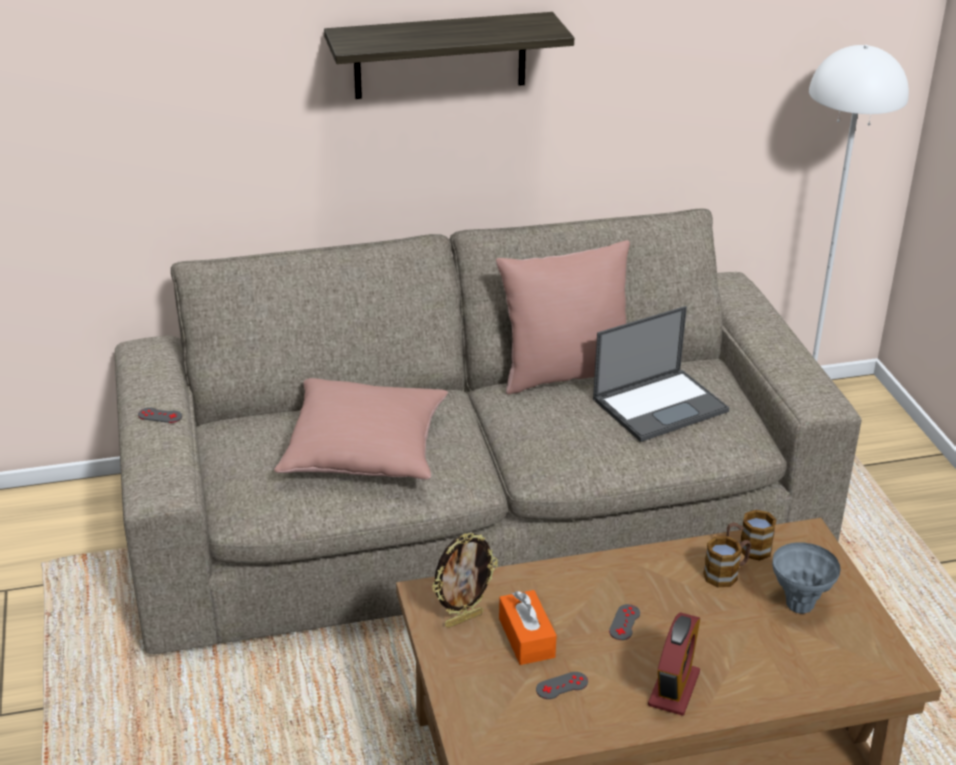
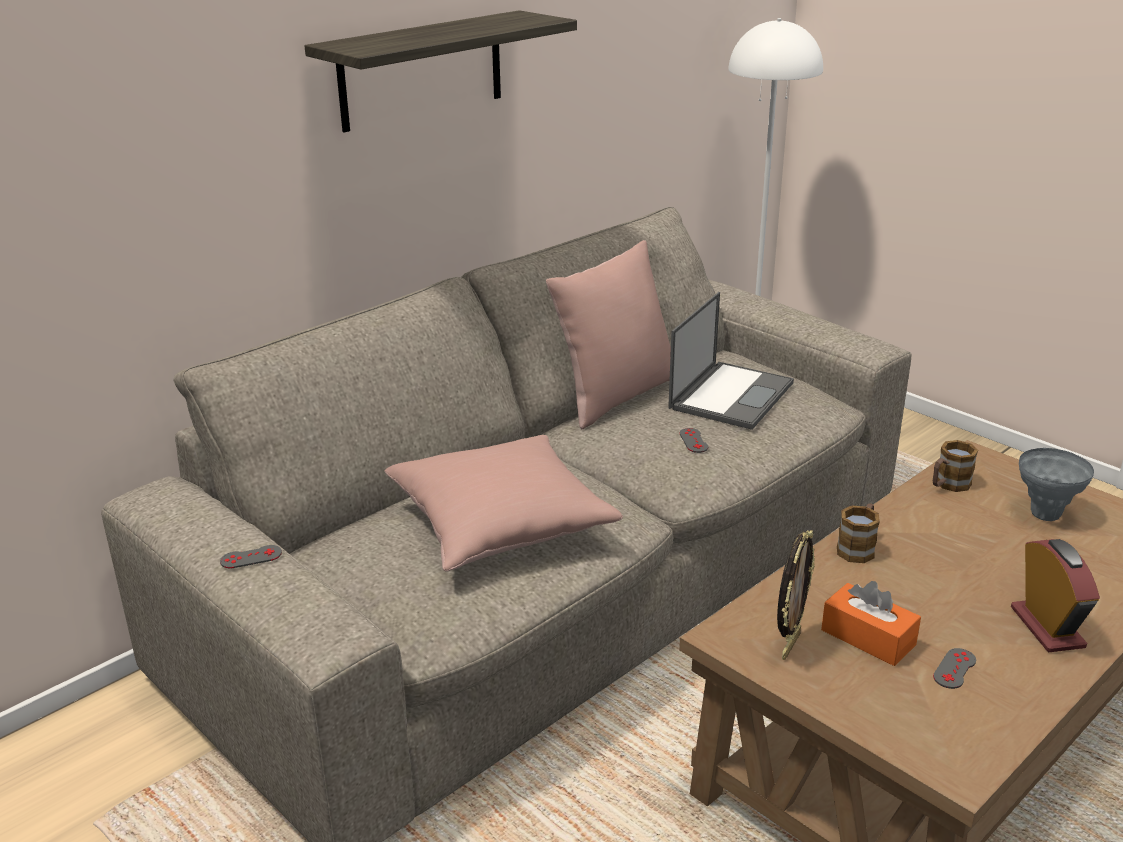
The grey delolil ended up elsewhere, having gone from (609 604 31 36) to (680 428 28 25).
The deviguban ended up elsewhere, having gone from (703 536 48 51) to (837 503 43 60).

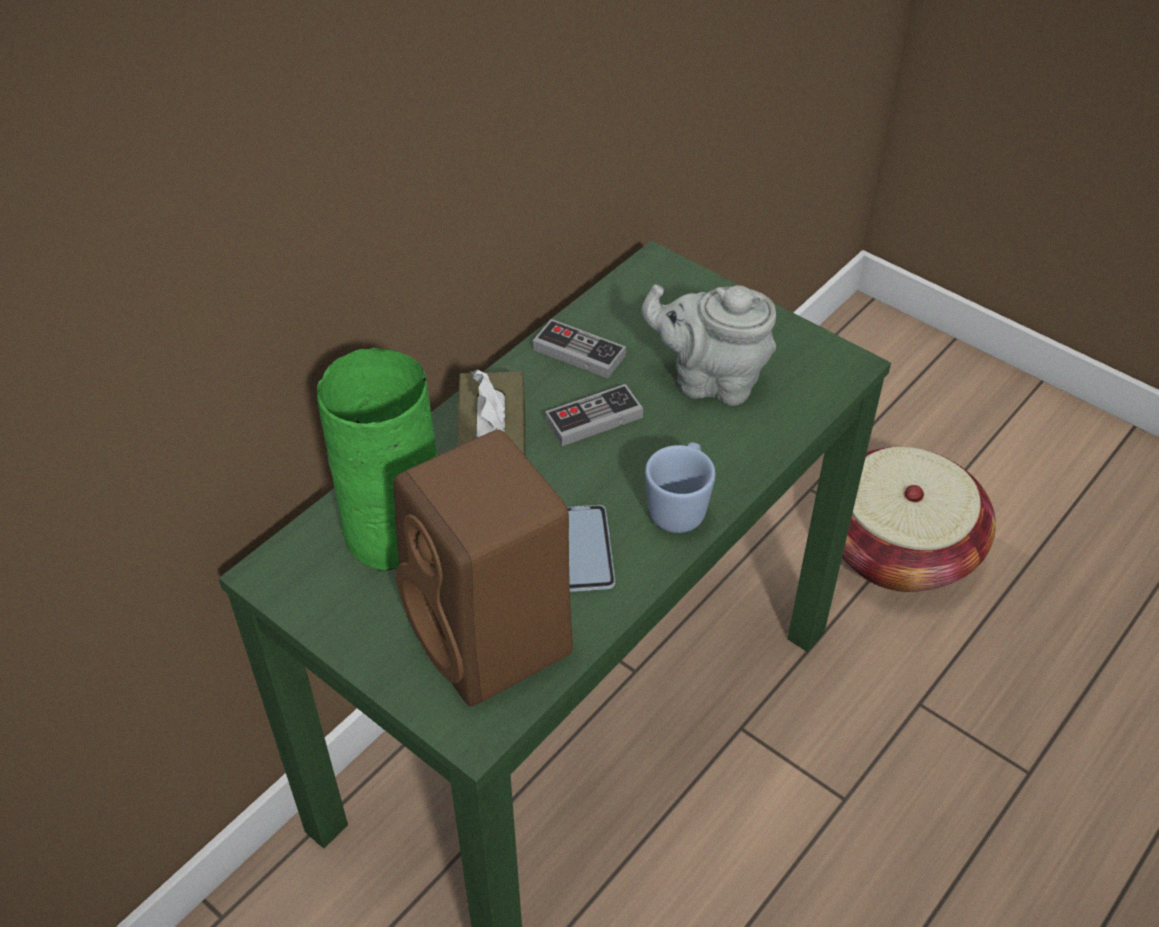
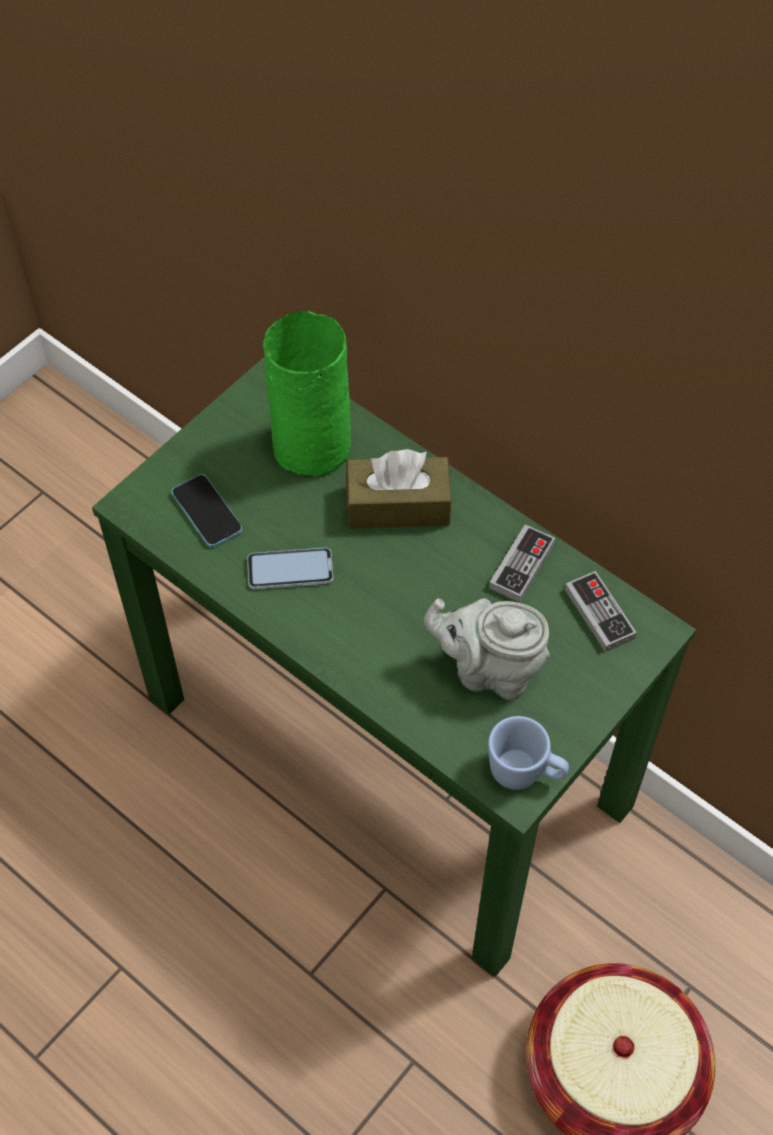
The delolil ended up elsewhere, having gone from (545 384 98 62) to (565 571 72 81).
The blue deviguban ended up elsewhere, having gone from (645 442 71 91) to (488 716 81 74).
Where the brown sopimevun stood at (394 430 179 276), the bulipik came to stand at (172 474 70 74).
The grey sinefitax at (642 285 134 121) ended up facing another way, 90 degrees counterclockwise from before.

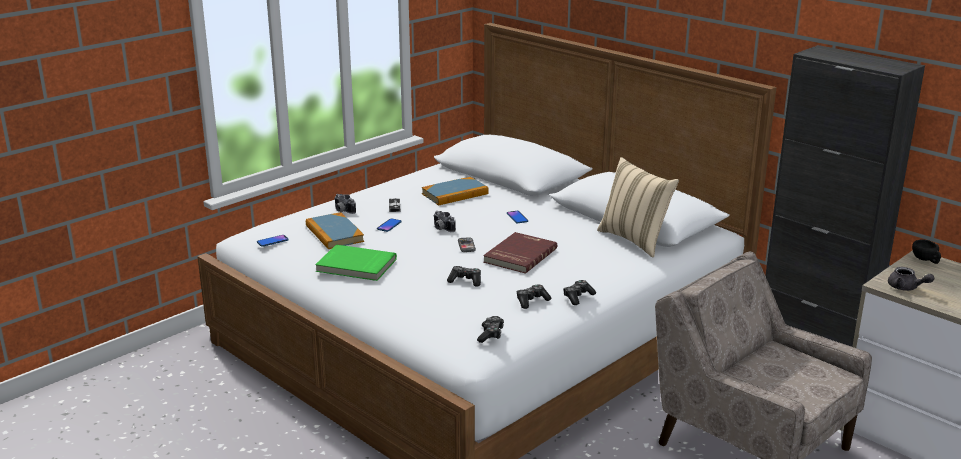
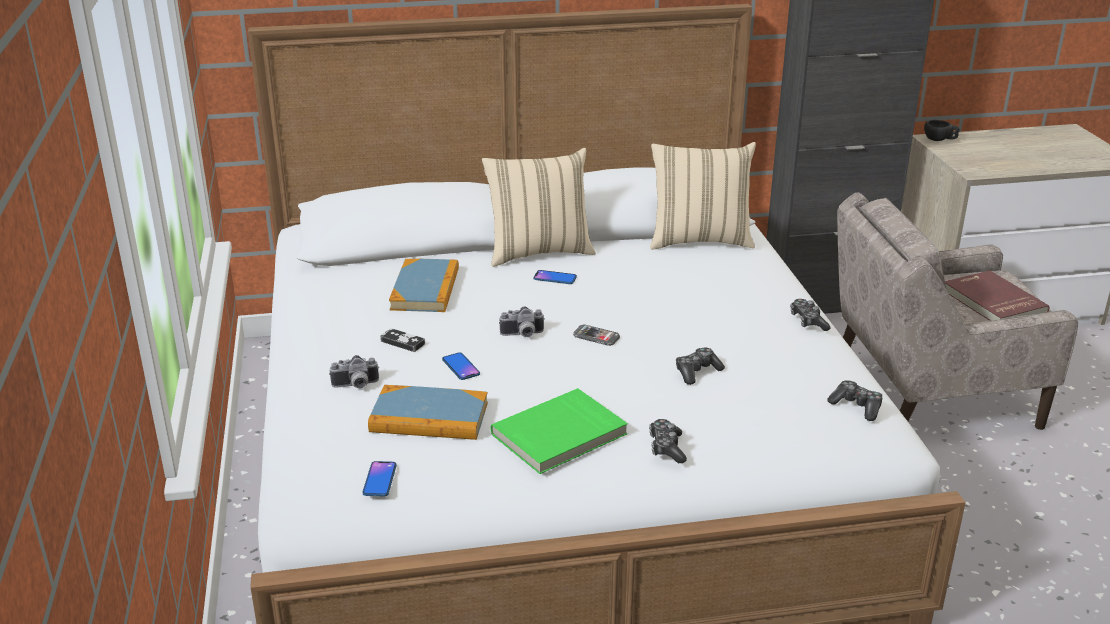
The second view lost the grey sinefitax at (888 267 46 24).
The second view gained the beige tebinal at (482 148 114 119).
The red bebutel ended up elsewhere, having gone from (483 232 74 42) to (945 270 104 51).
The delolil ended up elsewhere, having gone from (517 285 34 24) to (649 419 38 44).

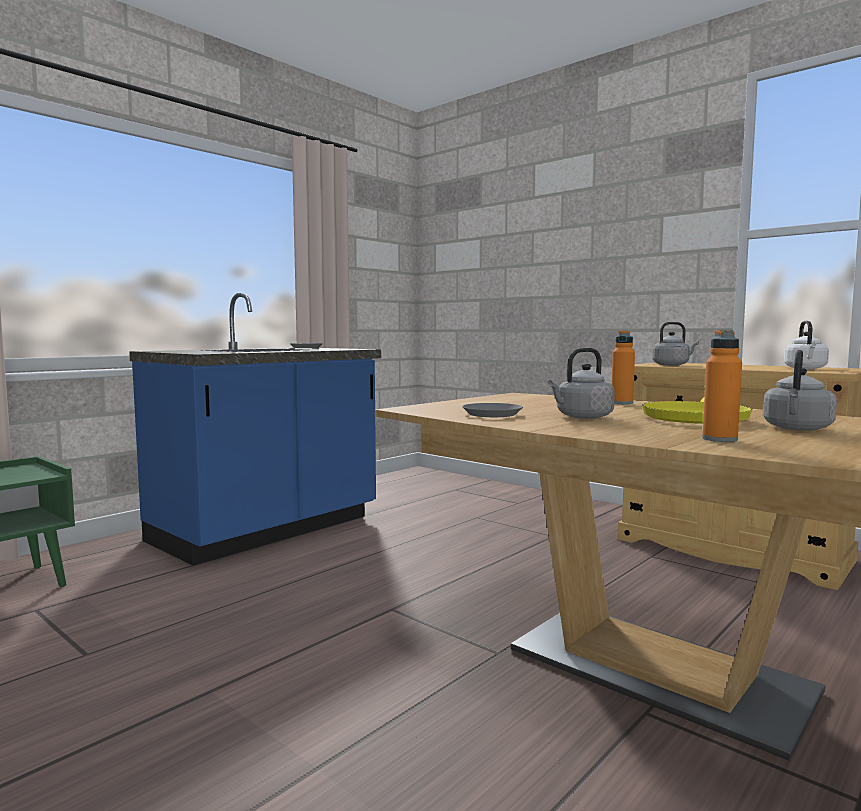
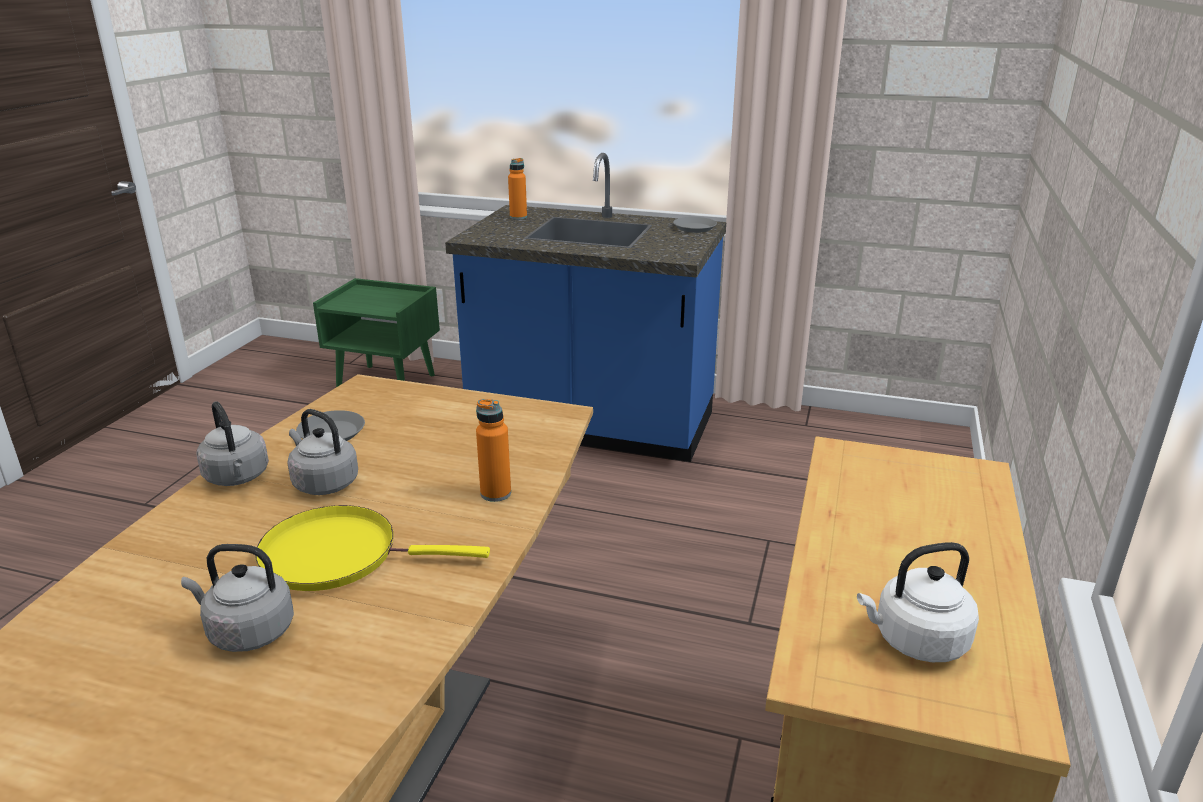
The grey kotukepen ended up elsewhere, having gone from (652 322 47 44) to (196 401 73 85).
The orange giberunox ended up elsewhere, having gone from (702 330 40 112) to (508 158 19 62).

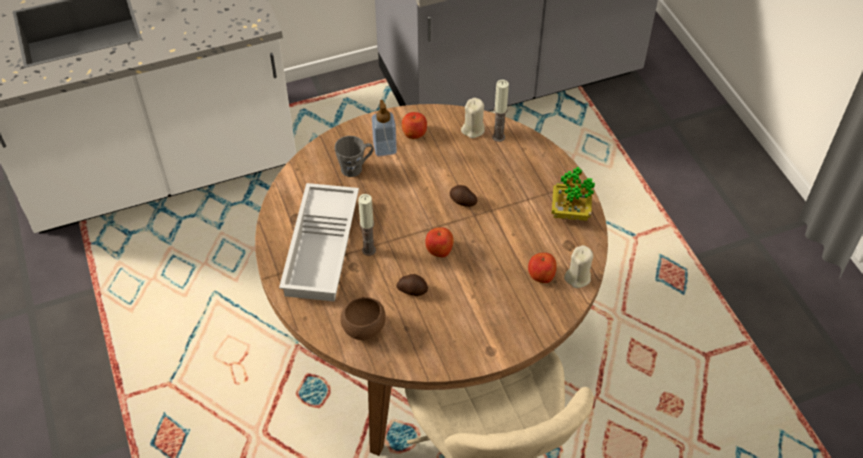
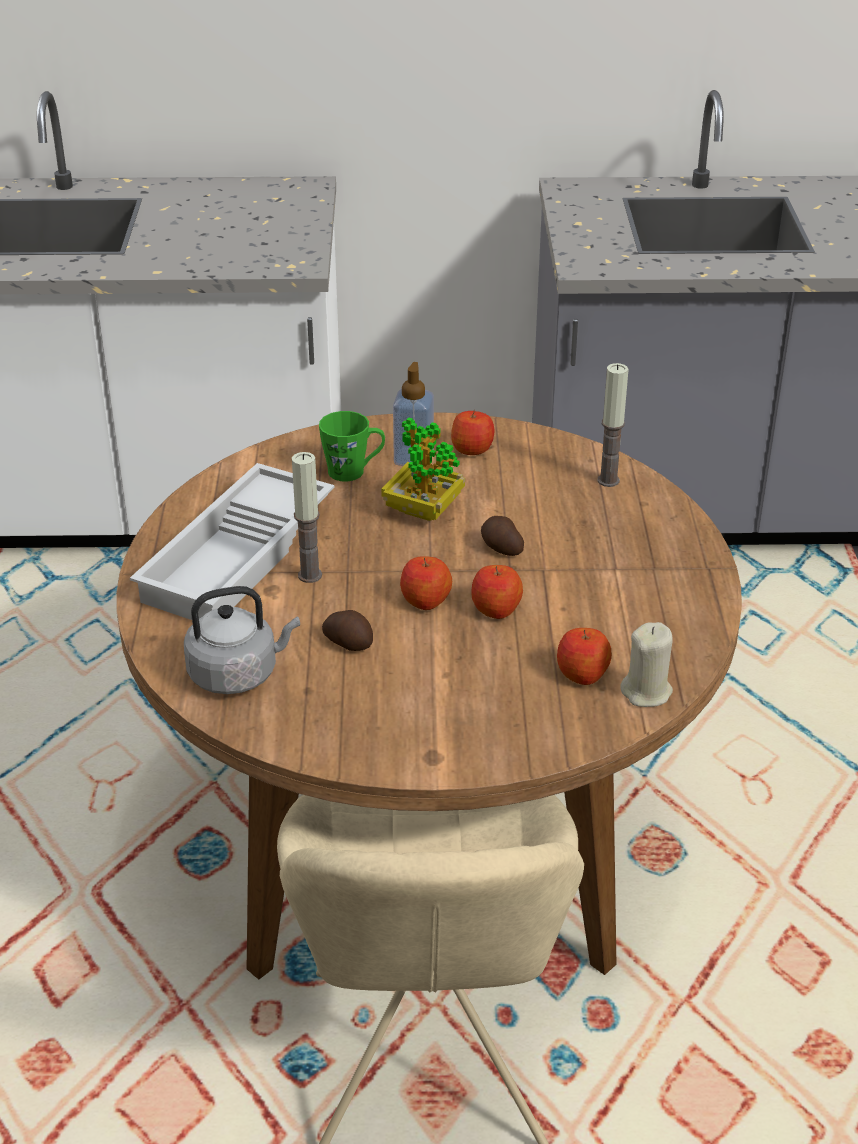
The second view lost the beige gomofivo at (461 98 24 40).
The second view gained the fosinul at (471 565 52 54).
The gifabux ended up elsewhere, having gone from (552 167 43 54) to (381 417 84 104).
Where the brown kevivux stood at (341 297 45 43), the grey kotukepen came to stand at (184 586 116 108).
What was the grey deviguban at (335 136 39 41) turned into the green deviguban at (319 411 66 70).

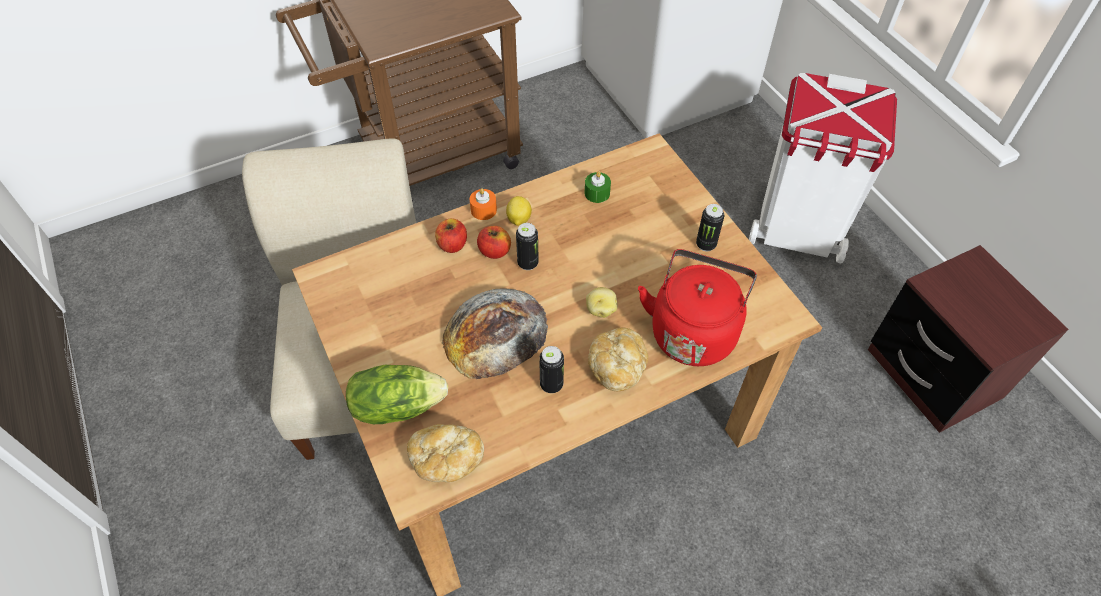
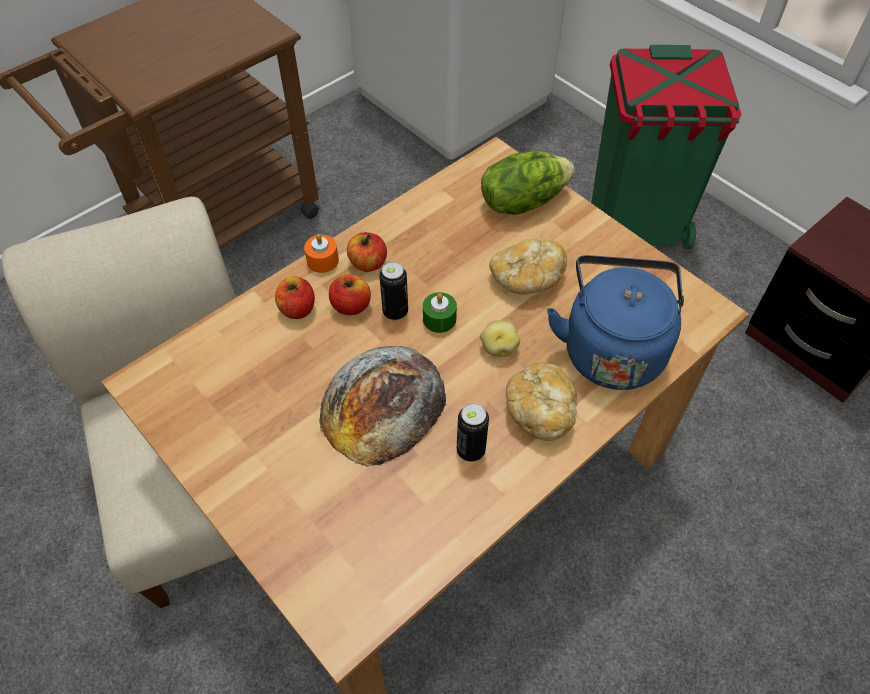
The second view lost the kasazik at (696 204 28 47).
The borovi ended up elsewhere, having gone from (346 364 102 60) to (481 151 93 64).
The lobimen ended up elsewhere, having gone from (407 424 77 58) to (489 239 78 55).
The green gomofivo ended up elsewhere, having gone from (585 171 26 32) to (423 292 34 41).
Where the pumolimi stood at (506 196 26 30), the fosinul came to stand at (347 232 40 40).
What was the red kotukepen at (638 249 119 117) turned into the blue kotukepen at (547 255 137 135).
What was the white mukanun at (749 73 148 191) turned into the green mukanun at (591 45 150 204).

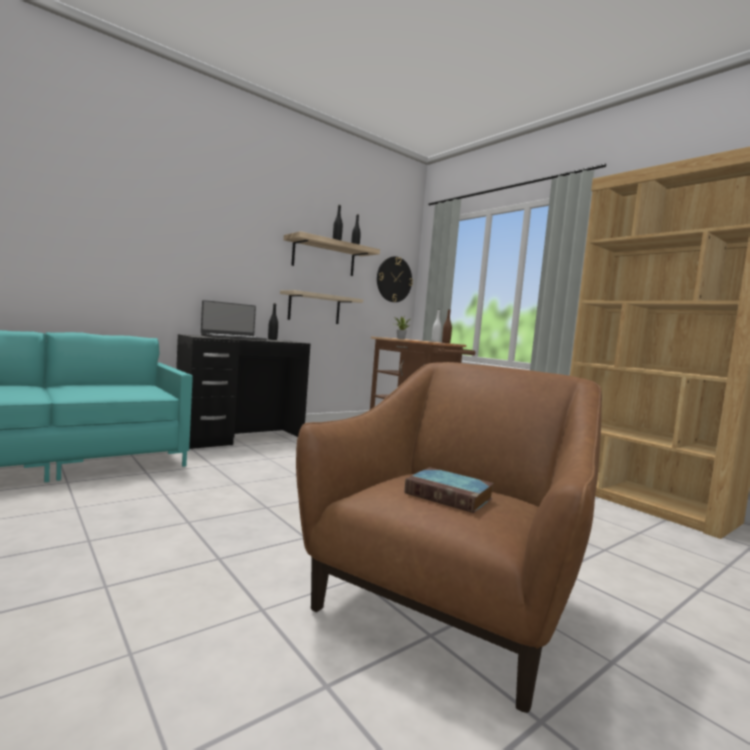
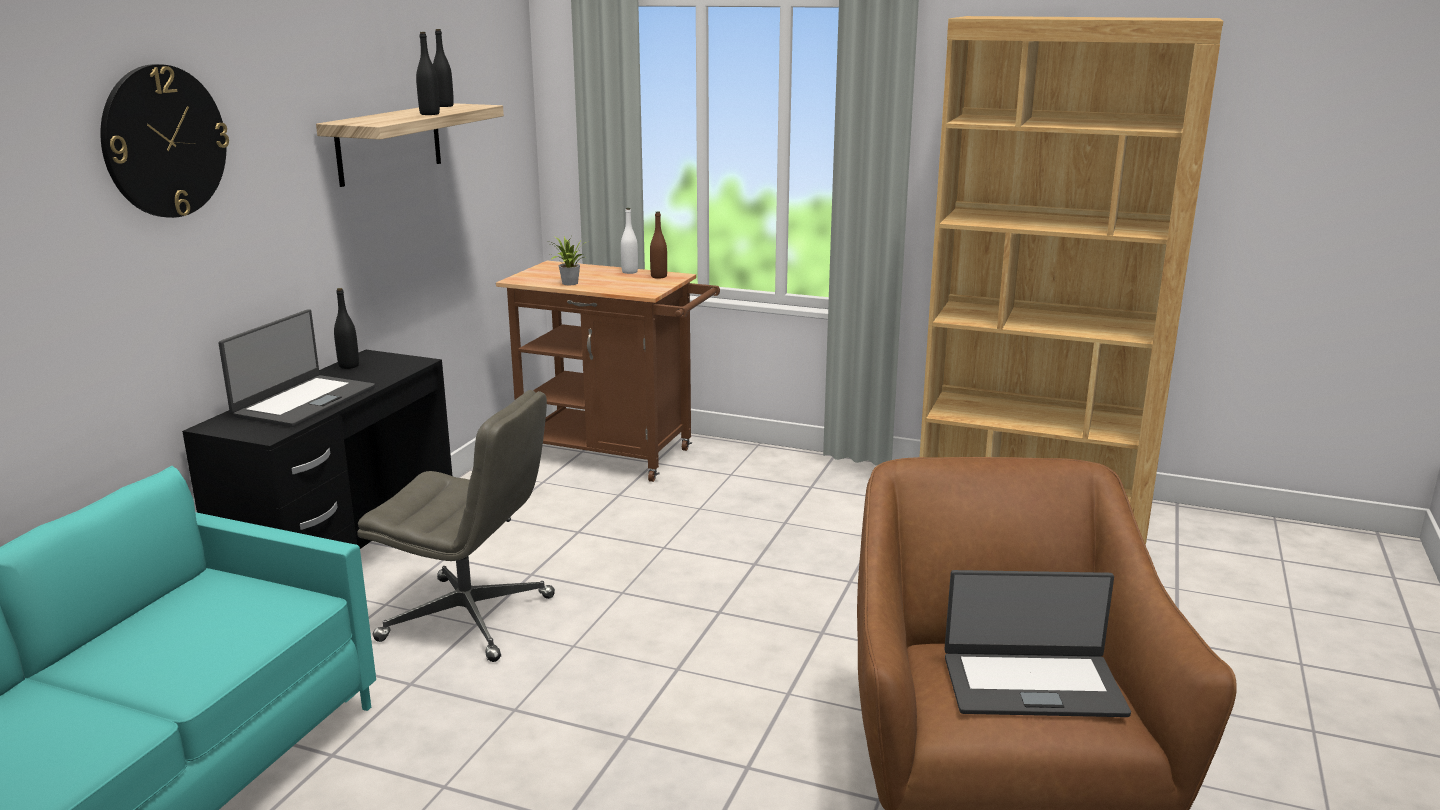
The second view lost the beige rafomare at (280 290 83 34).
The second view gained the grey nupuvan at (358 390 197 272).
The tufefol ended up elsewhere, having gone from (377 256 36 46) to (100 64 129 154).
Where the bebutel stood at (405 467 89 46), the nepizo came to stand at (944 570 187 147).

